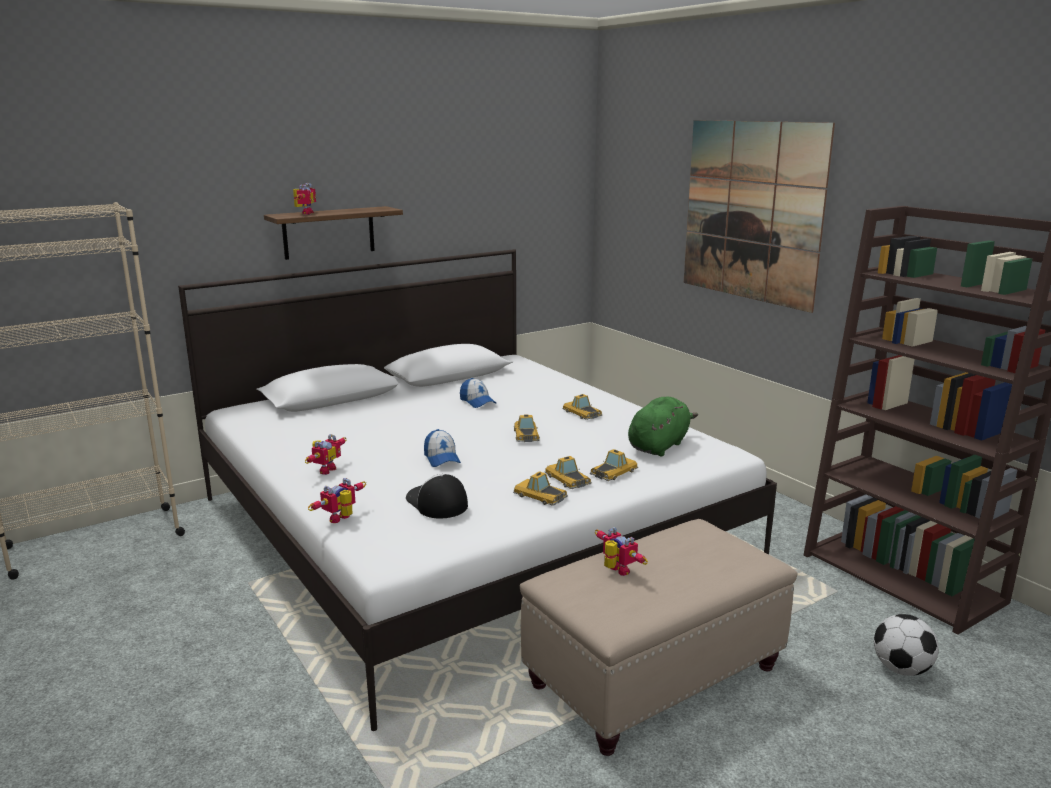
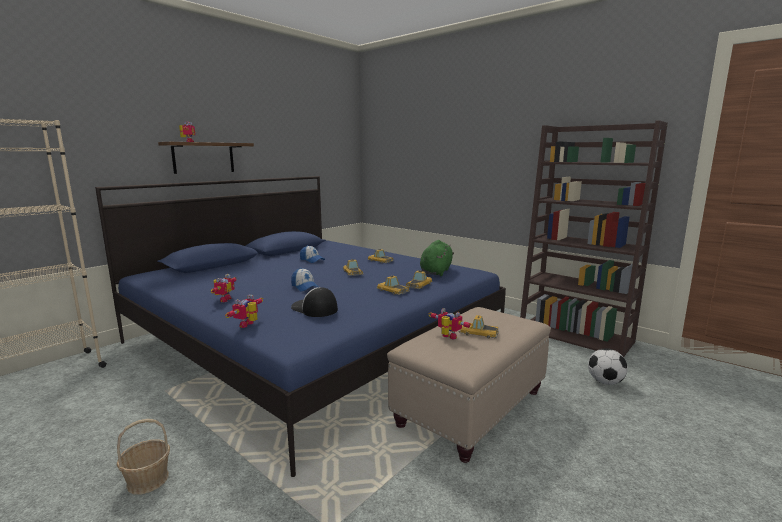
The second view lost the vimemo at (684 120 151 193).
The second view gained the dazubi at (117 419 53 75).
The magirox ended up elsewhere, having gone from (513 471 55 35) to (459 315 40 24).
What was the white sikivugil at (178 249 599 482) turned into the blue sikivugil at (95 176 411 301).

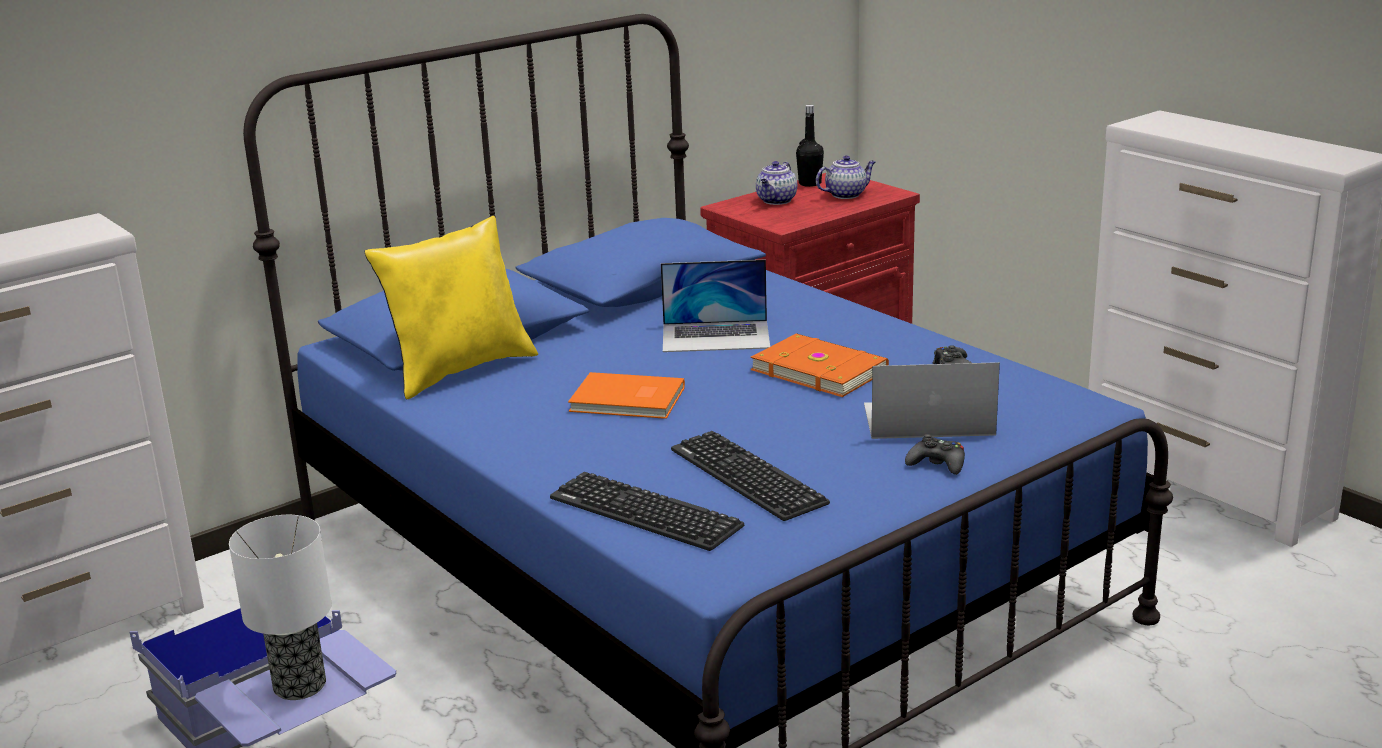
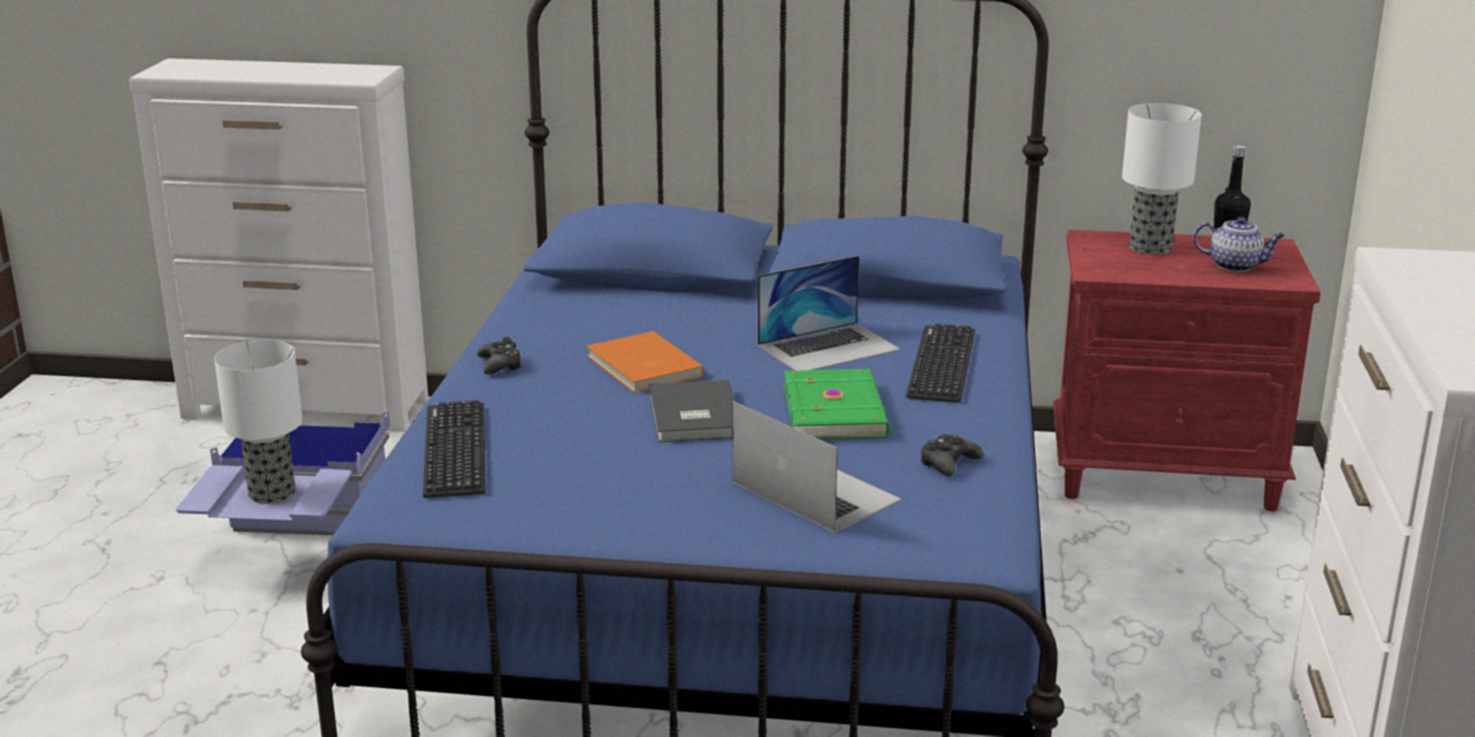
The second view lost the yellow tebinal at (364 216 174 183).
The second view gained the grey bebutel at (649 380 86 62).
The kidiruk ended up elsewhere, having gone from (671 431 159 90) to (906 324 69 79).
The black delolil ended up elsewhere, having gone from (905 434 60 41) to (477 336 45 38).
Where the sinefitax stood at (756 161 41 44), the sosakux came to stand at (1122 103 80 152).
What was the orange bebutel at (751 334 138 63) turned into the green bebutel at (784 369 106 70).
The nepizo at (661 259 109 93) ended up facing another way, 75 degrees counterclockwise from before.

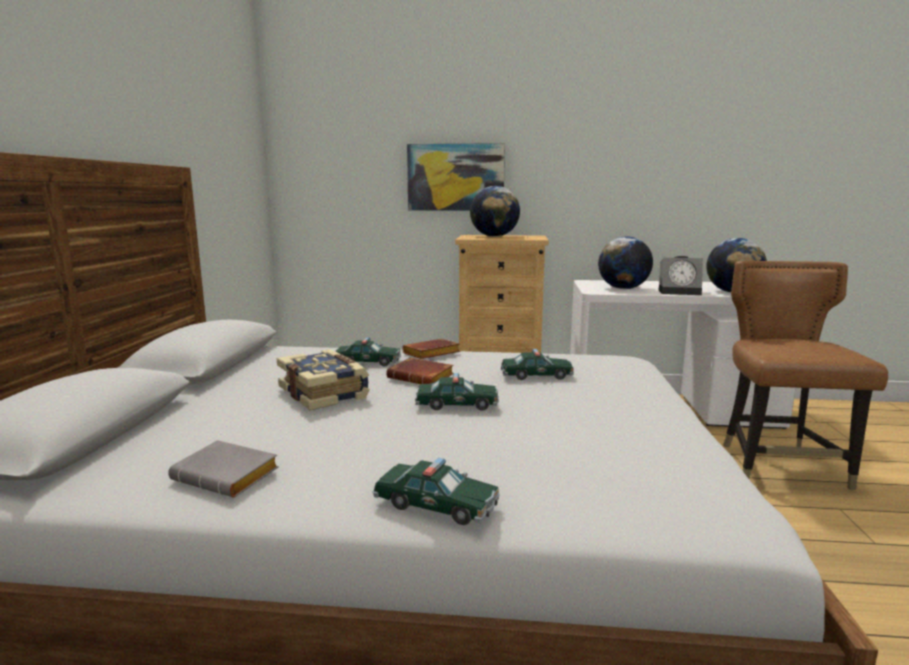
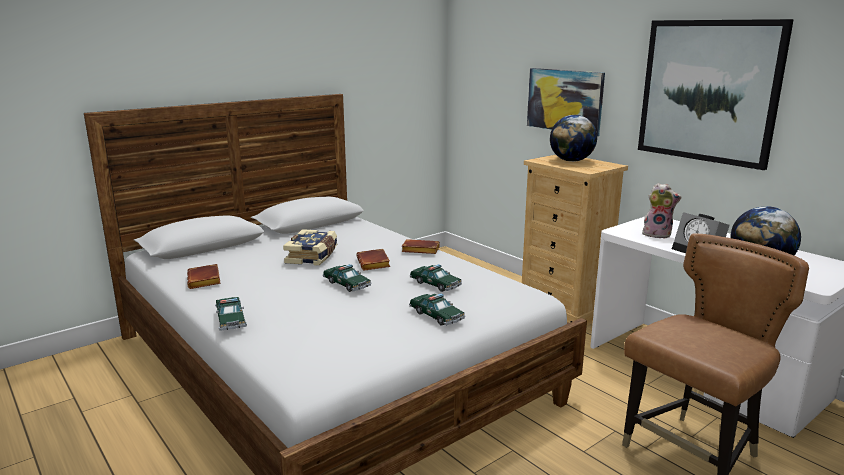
The second view gained the vimemo at (638 19 156 151).
The magirox ended up elsewhere, having gone from (335 338 66 28) to (409 294 56 32).
Where the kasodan stood at (598 236 55 53), the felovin came to stand at (642 183 40 55).
What was the grey bebutel at (168 440 111 58) turned into the brown bebutel at (187 264 34 25).

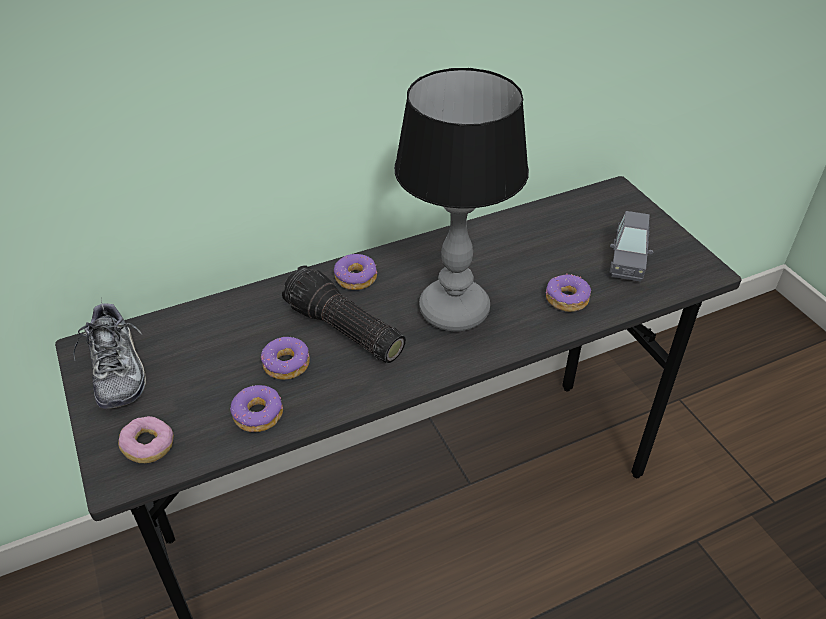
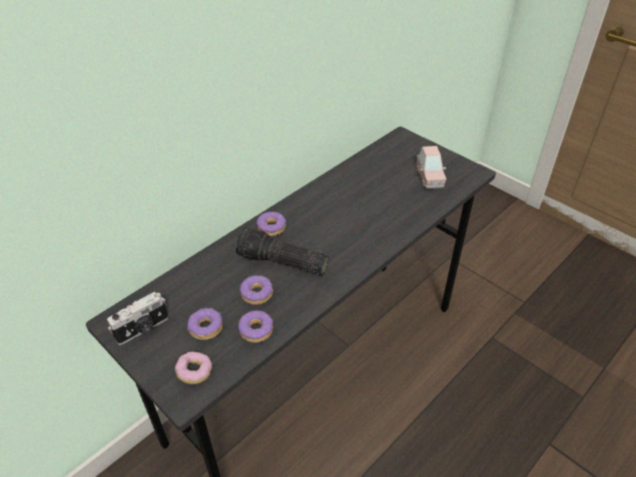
The second view lost the sosakux at (394 68 135 264).
The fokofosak ended up elsewhere, having gone from (546 273 45 39) to (187 308 36 32).
Where the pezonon stood at (73 299 73 110), the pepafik came to stand at (107 292 61 53).
What was the grey magirox at (610 211 43 71) turned into the pink magirox at (416 146 30 43).

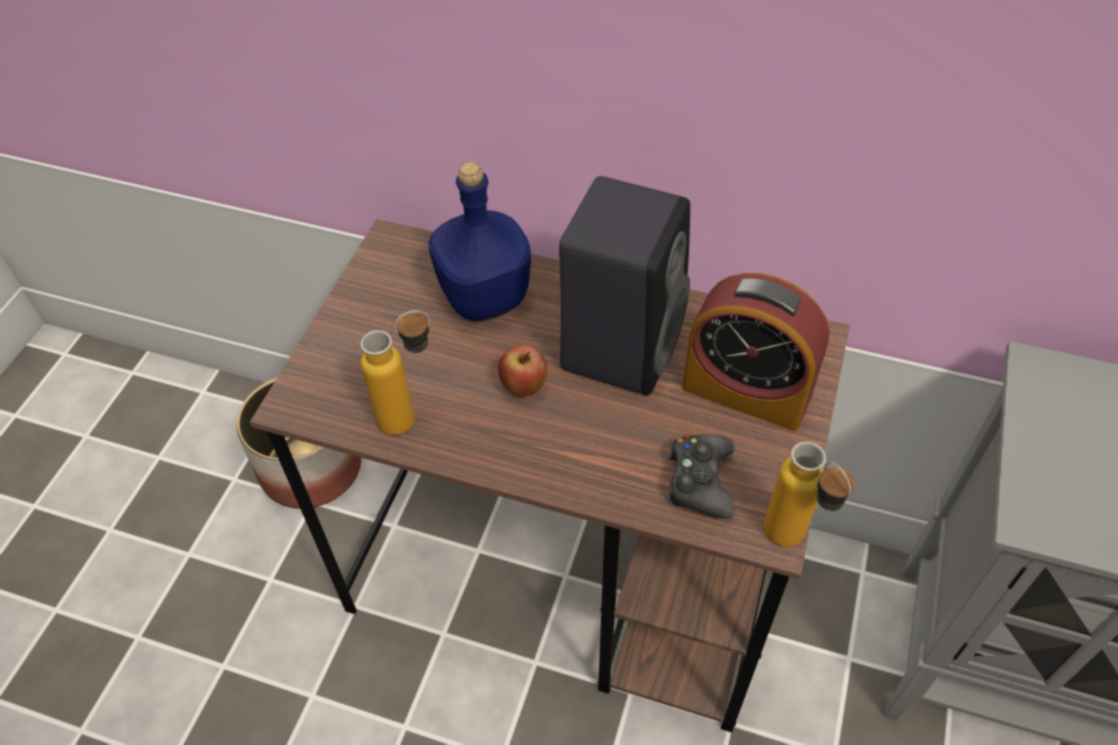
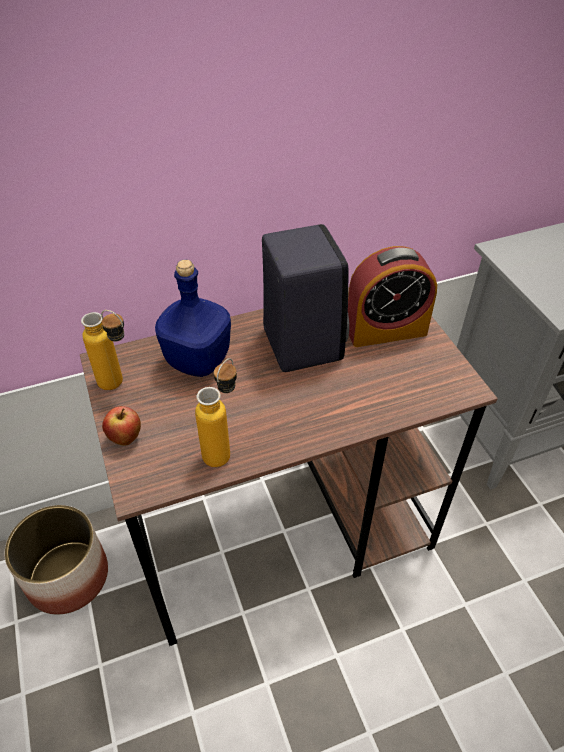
The second view lost the black delolil at (666 435 69 84).
The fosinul ended up elsewhere, having gone from (498 345 50 52) to (102 406 39 40).
The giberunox ended up elsewhere, having gone from (764 441 91 106) to (81 310 43 80).

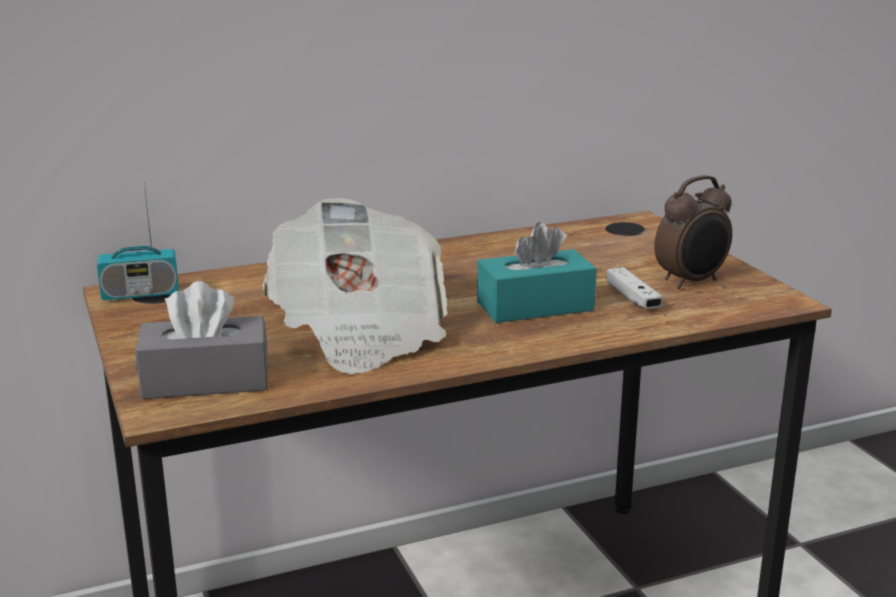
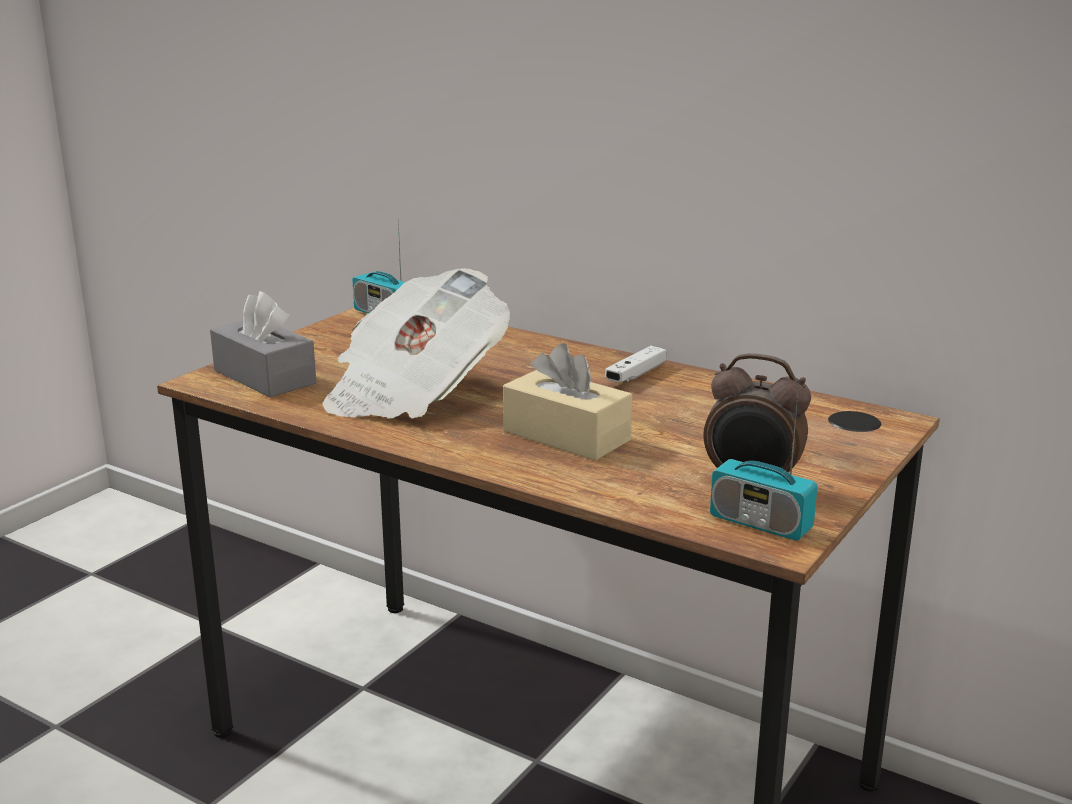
The second view gained the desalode at (710 386 107 155).
The white delolil ended up elsewhere, having gone from (606 267 57 42) to (605 346 61 37).
What was the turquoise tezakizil at (477 222 120 101) turned into the beige tezakizil at (503 343 129 118).

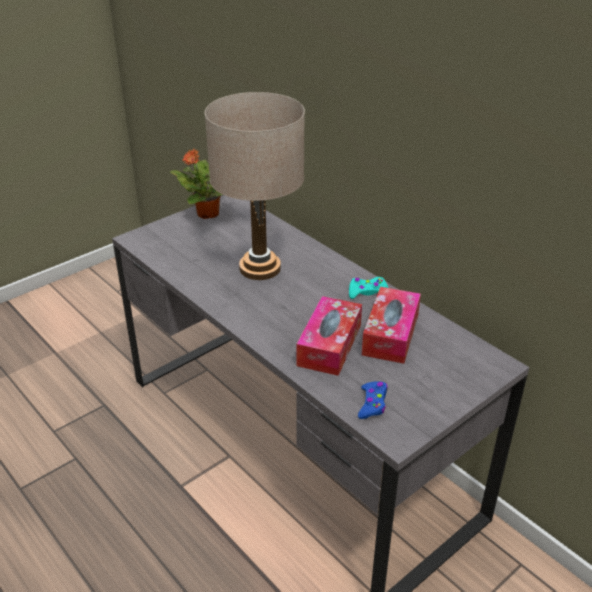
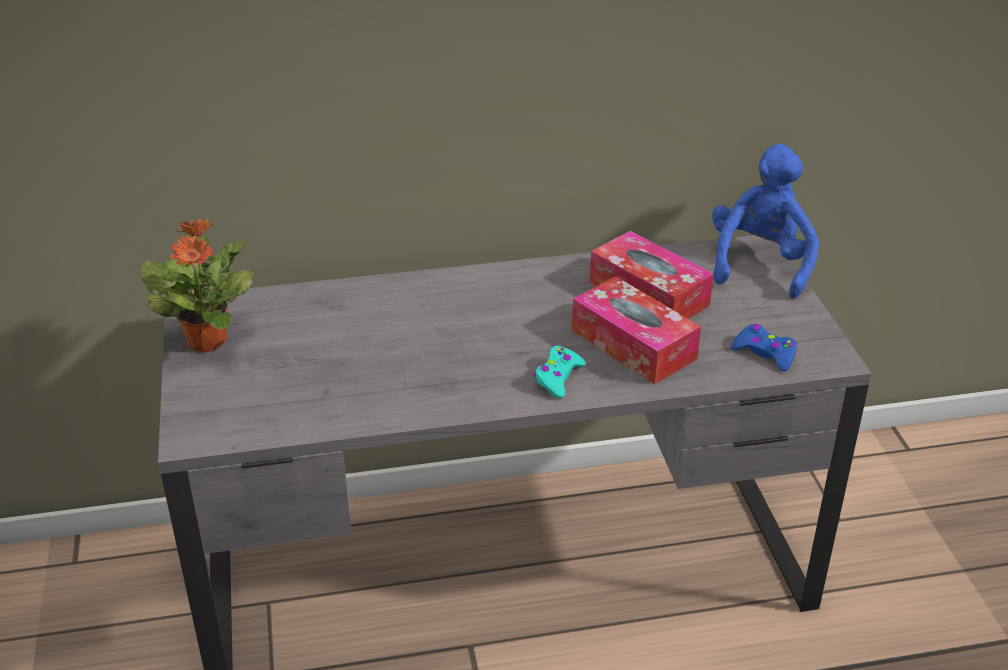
The second view lost the beige sosakux at (205 92 100 188).
The second view gained the blue felovin at (712 144 107 155).
The turquoise delolil ended up elsewhere, having gone from (349 277 39 22) to (534 346 52 52).

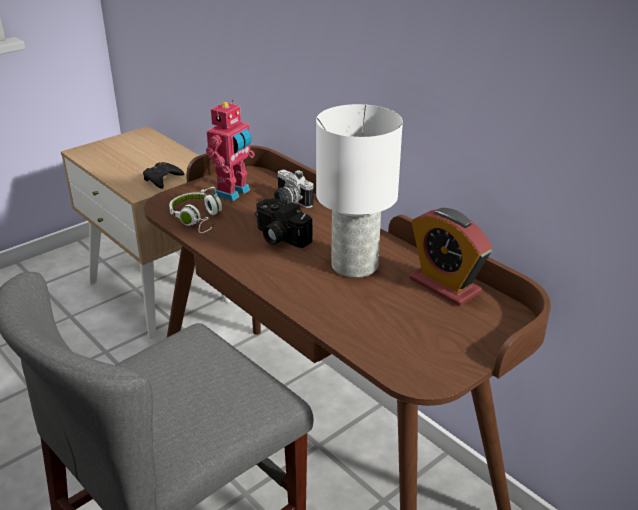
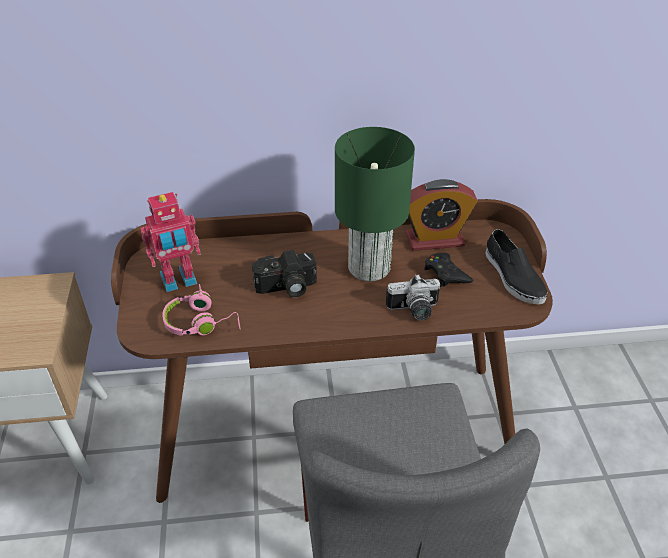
The second view gained the black pezonon at (485 229 62 75).
The black delolil ended up elsewhere, having gone from (143 162 41 27) to (424 253 49 34).
The pepafik ended up elsewhere, having gone from (274 170 40 38) to (386 275 54 45).
What was the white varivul at (169 187 53 46) turned into the pink varivul at (162 284 79 52).
What was the white sosakux at (316 104 87 174) turned into the green sosakux at (335 127 80 154).
The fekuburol at (206 100 49 101) ended up facing another way, 90 degrees clockwise from before.

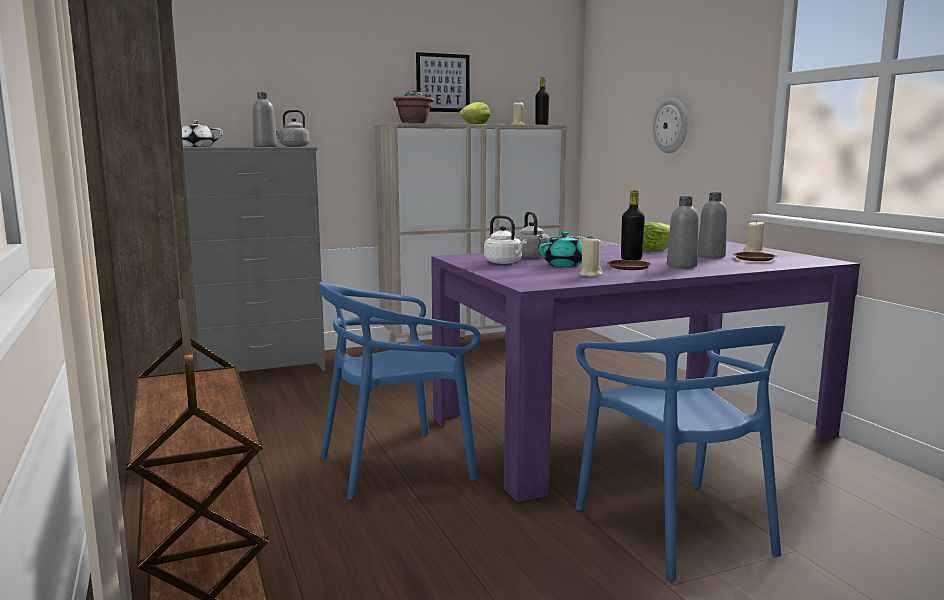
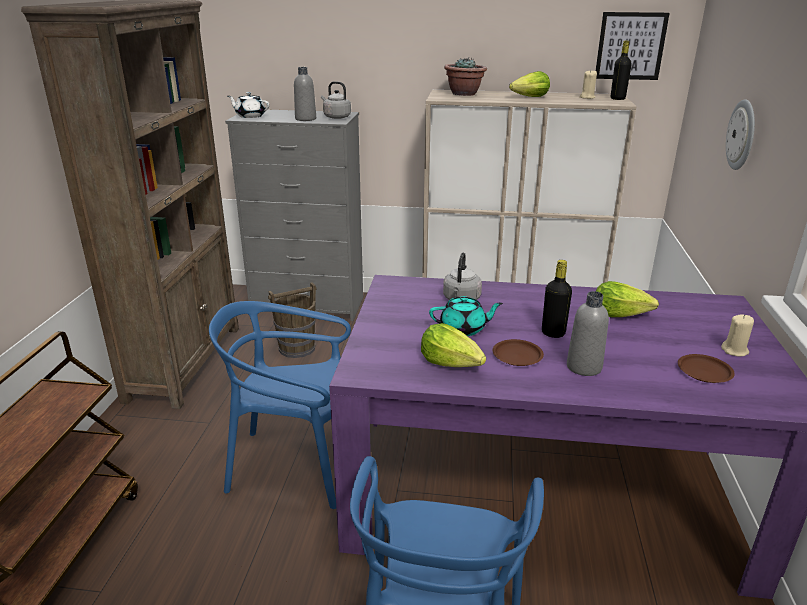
The second view lost the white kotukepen at (484 215 43 49).
The second view lost the grey giberunox at (698 192 29 66).
The second view gained the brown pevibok at (268 282 48 76).
The vimemo ended up elsewhere, having gone from (416 52 54 60) to (596 12 73 68).
Where the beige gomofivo stood at (579 236 23 41), the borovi came to stand at (421 323 65 44).

